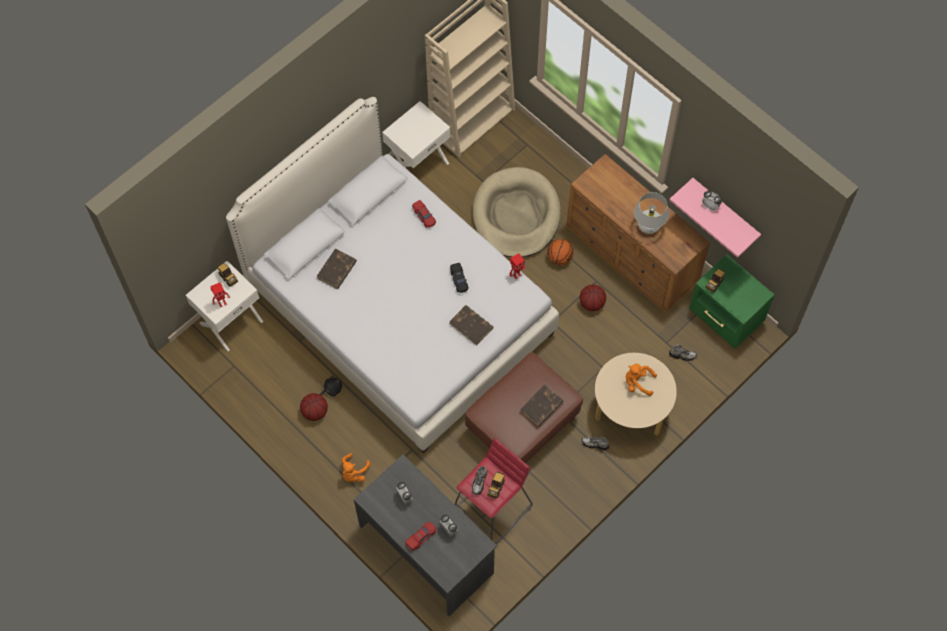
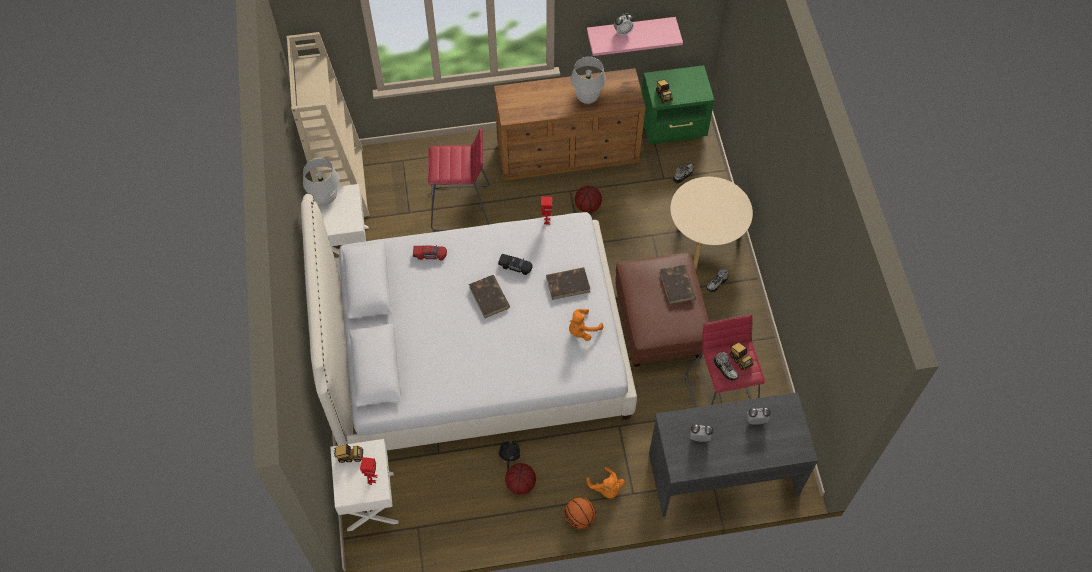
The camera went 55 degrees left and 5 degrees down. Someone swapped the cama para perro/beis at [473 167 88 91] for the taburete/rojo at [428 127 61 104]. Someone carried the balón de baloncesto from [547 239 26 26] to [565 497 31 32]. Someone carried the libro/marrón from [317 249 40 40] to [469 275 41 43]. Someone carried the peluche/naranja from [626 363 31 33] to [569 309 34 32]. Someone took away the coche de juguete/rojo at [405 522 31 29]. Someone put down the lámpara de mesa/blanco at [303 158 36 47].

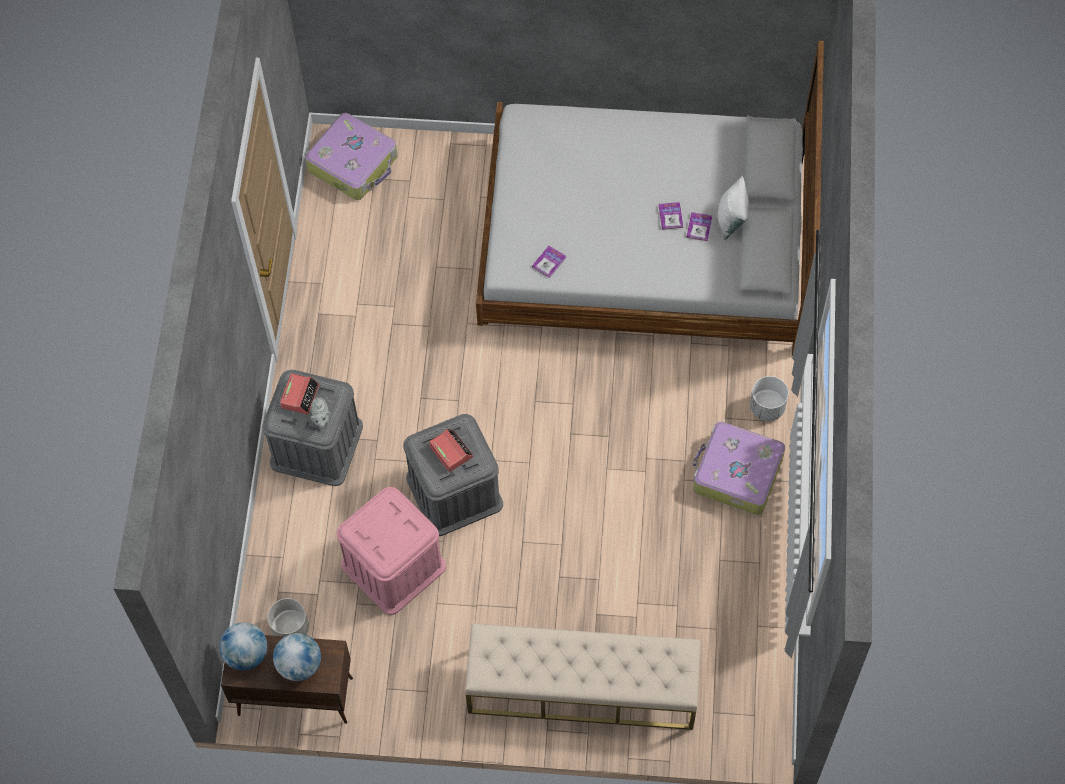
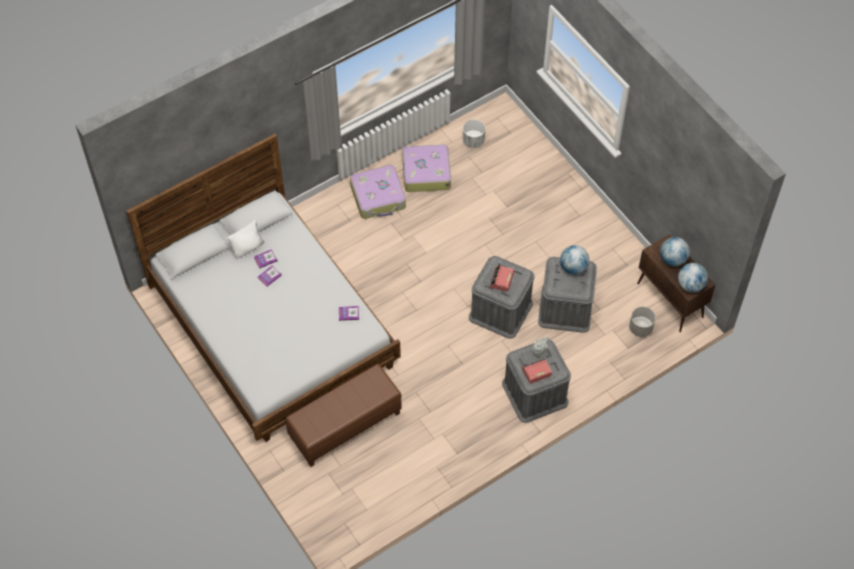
The camera went 130 degrees left and 5 degrees down. Someone carried the maleta from [305 113 92 87] to [402 144 49 48]. Someone carried the maceta/blanco from [750 376 39 45] to [463 119 22 29]. Someone repainted the caja de almacenaje/rosa at [337 487 109 128], which became the caja de almacenaje/gris at [538 257 59 76]. Someone took away the banco/beis at [465 624 235 106]. Someone put down the globo terráqueo at [560 245 29 30]. Someone put down the puf/marrón at [285 364 117 103].

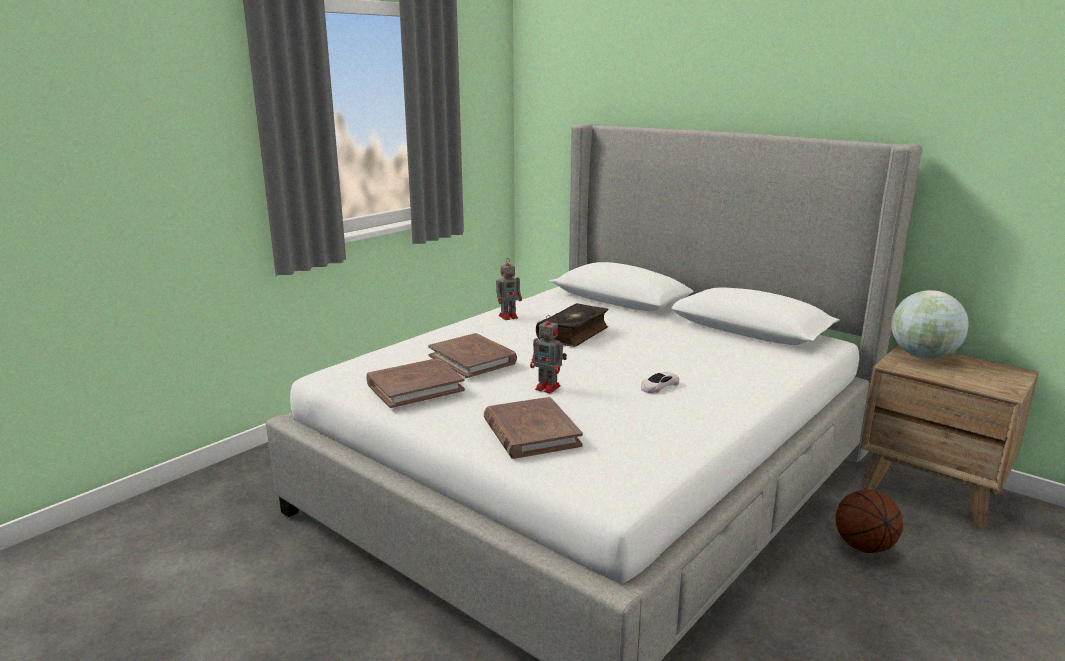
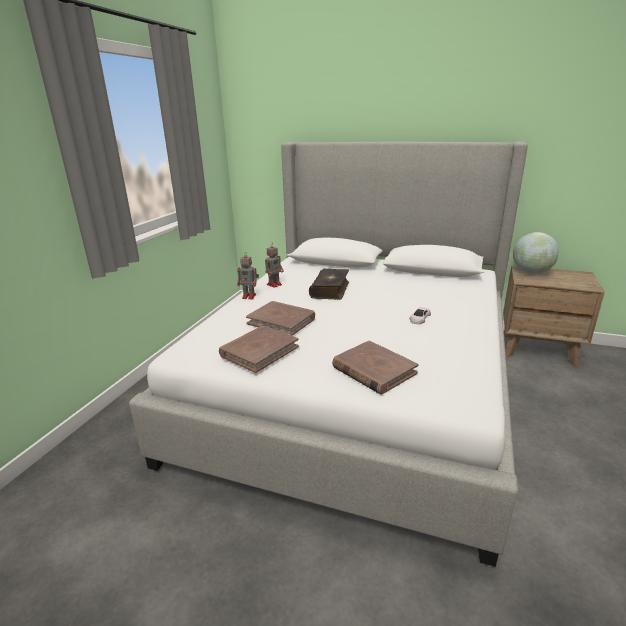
The camera went 20 degrees left and 5 degrees up. Someone carried the robot de juguete from [530 315 37 78] to [237 252 22 47]. Someone took away the balón de baloncesto at [836 489 67 64].

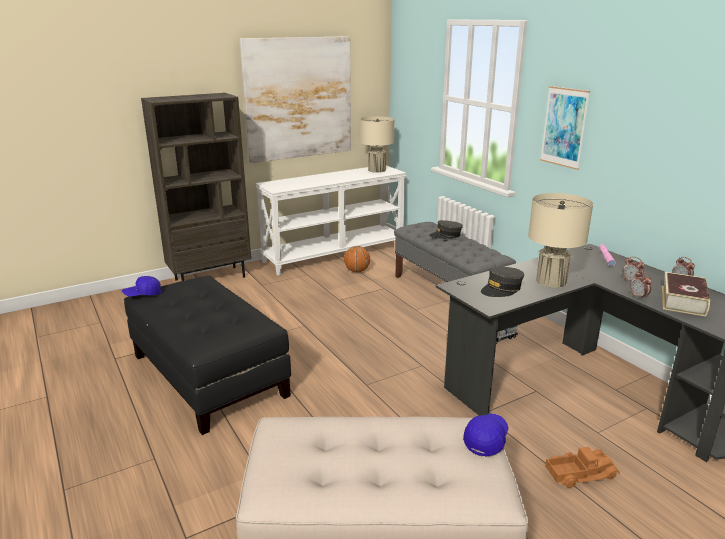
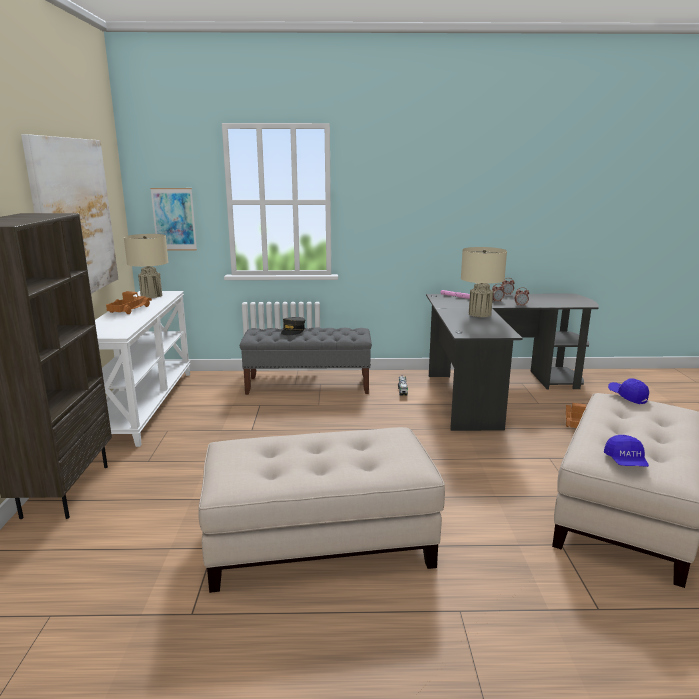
The camera went 60 degrees left and 5 degrees down. Someone carried the cuadro from [540 86 50 84] to [150 188 47 63]. Someone took away the balón de baloncesto at [344 246 26 26]. Someone took away the gorra/gris at [481 267 43 30]. Someone took away the libro at [662 272 48 45]. Someone carried the gorra/azul from [122 276 39 21] to [604 435 45 32]. Someone repainted the puf/negro at [124 276 167 159], which became the puf/beis at [198 427 247 166]. Someone put down the camión de juguete at [106 291 46 23].

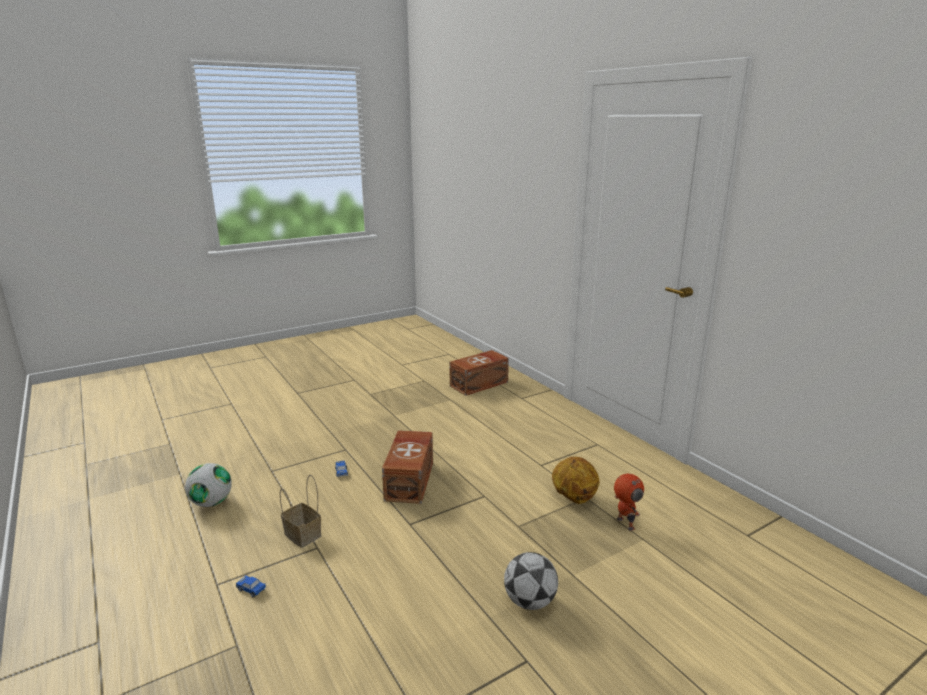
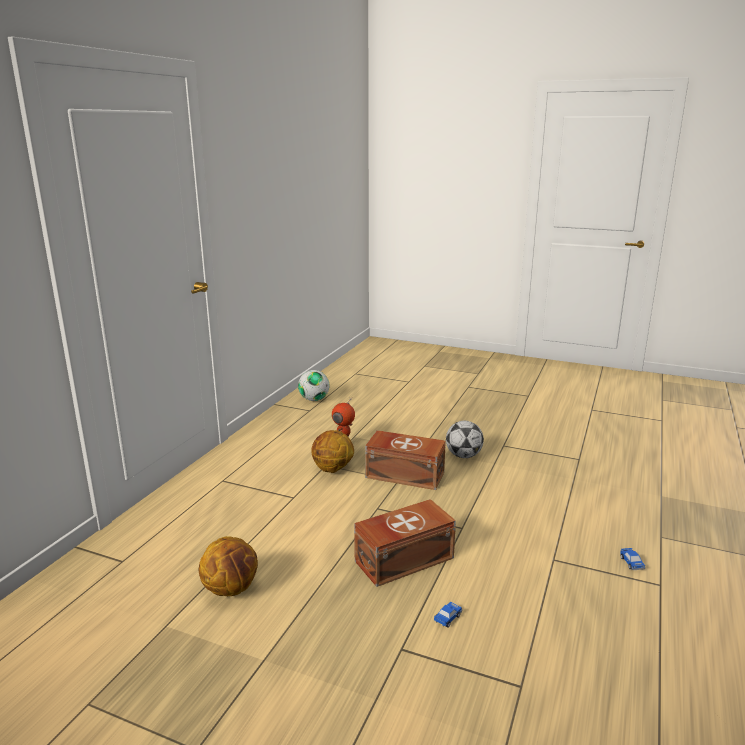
The camera went 125 degrees left and 0 degrees up. Someone carried the caja de almacenaje/marrón from [449 350 60 46] to [365 430 81 60]. Someone carried the balón de fútbol from [185 463 47 44] to [298 370 31 31]. Someone took away the cesta at [280 475 41 73]. Someone put down the balón de baloncesto at [199 536 59 60].

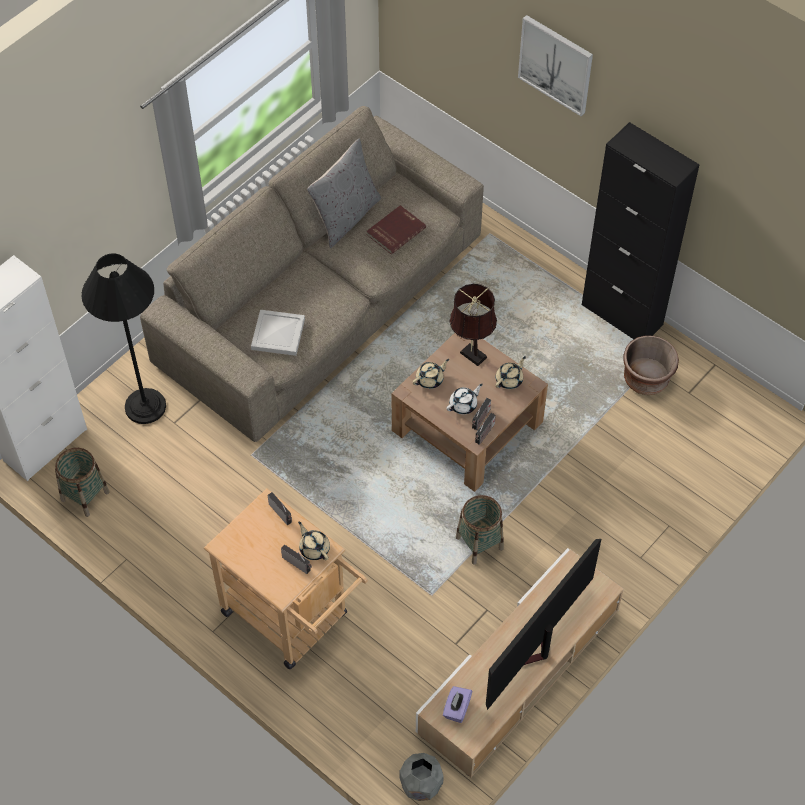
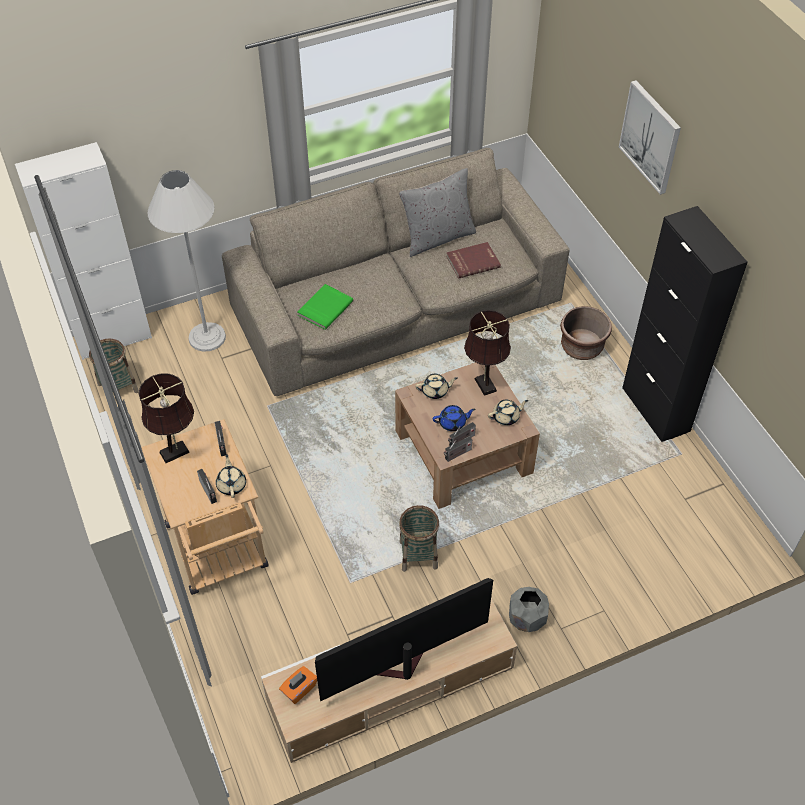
The camera went 25 degrees right and 5 degrees down. Someone repainted the lámpara de pie/negro at [82 253 84 171], which became the lámpara de pie/blanco at [148 170 78 182]. Someone swapped the bandeja/blanco at [251 310 54 46] for the libro/verde at [298 284 55 46]. Someone carried the maceta/marrón from [623 336 56 59] to [560 306 52 54]. Someone repainted the tetera/blanco at [446 384 37 30], which became the tetera/azul at [433 405 43 26]. Someone repainted the caja de pañuelos/morado at [443 686 29 37], which became the caja de pañuelos/naranja at [279 666 38 38]. Someone carried the maceta/gris from [399 753 45 48] to [509 587 40 45]. Someone put down the lámpara de mesa/marrón at [138 373 56 90].

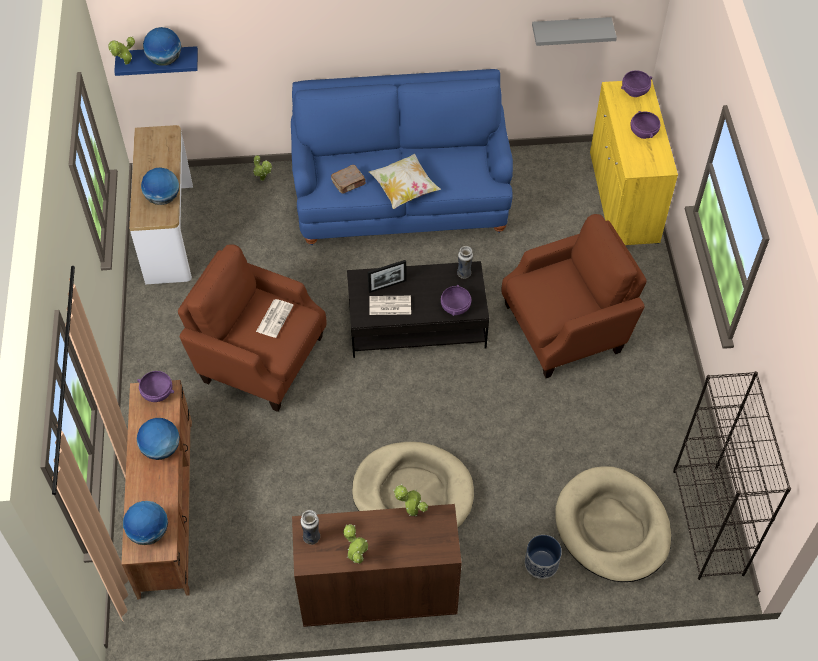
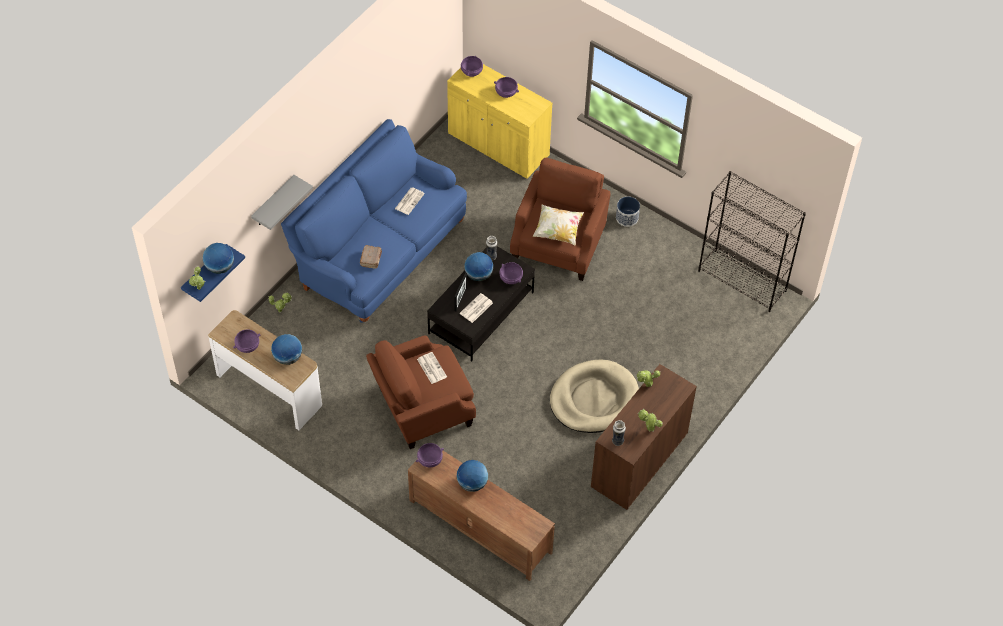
The camera went 50 degrees left and 0 degrees up. Someone carried the estante/gris from [532 17 85 29] to [251 175 62 55]. Someone carried the cojín from [368 154 73 55] to [532 205 52 40]. Someone took away the cama para perro/beis at [555 466 116 116]. Someone carried the globo terráqueo from [123 501 45 44] to [464 252 29 29]. Someone carried the maceta from [525 535 37 44] to [616 197 24 30]. Someone put down the periódico at [395 188 30 27]. Someone put down the cuenco/morado at [233 329 28 24].

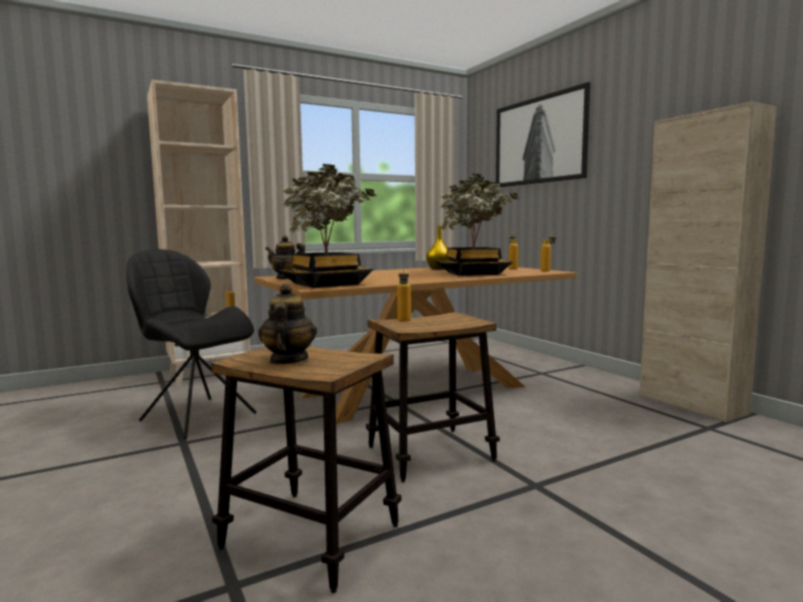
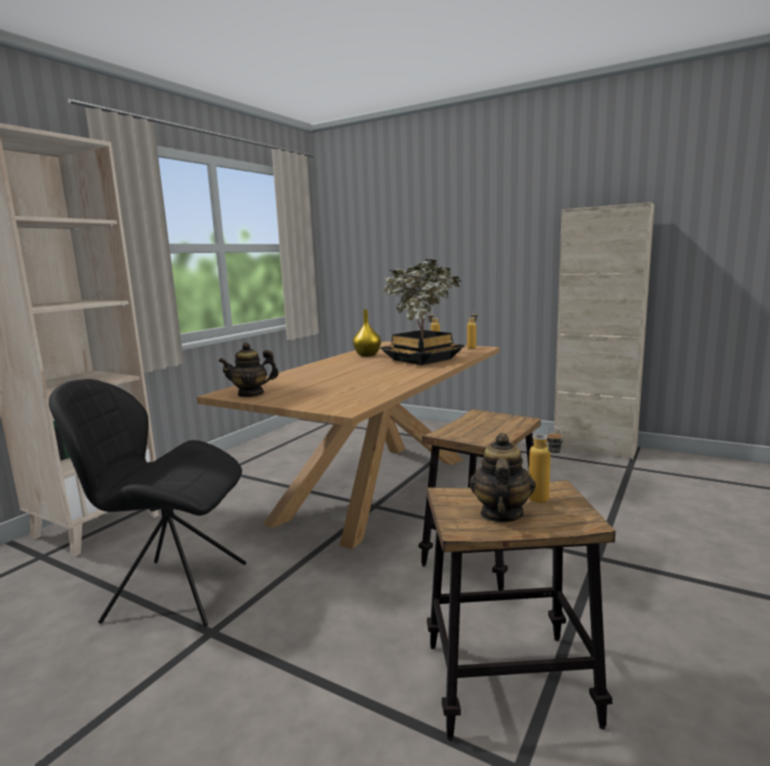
The camera went 30 degrees left and 5 degrees up. Someone took away the cuadro at [496 82 95 105]. Someone took away the planta en maceta at [278 164 98 124]. Someone carried the botella from [397 267 14 54] to [529 426 34 77]. Someone rotated the tetera at [258 284 59 80] by 45 degrees clockwise.

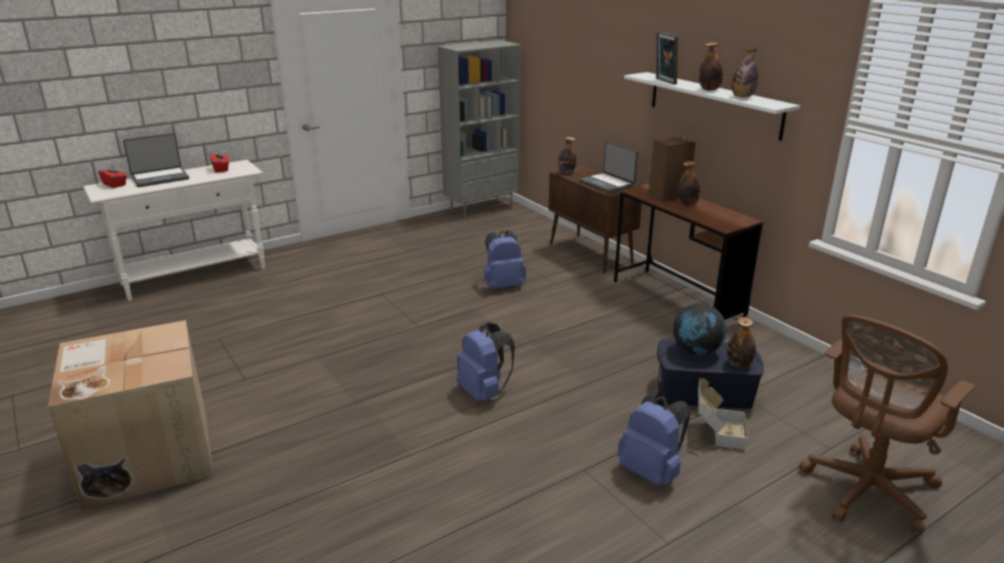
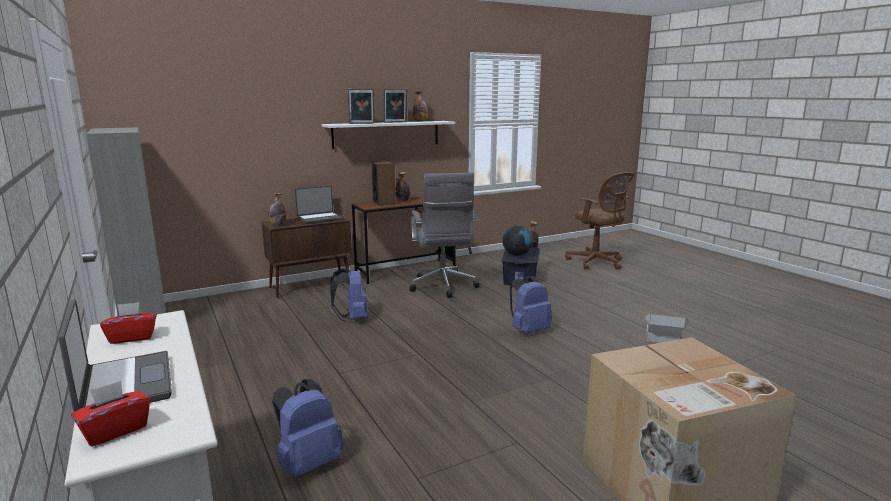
The camera went 85 degrees left and 10 degrees down. Someone swapped the botella at [699 42 24 49] for the portarretratos at [383 89 24 34]. Someone carried the caja de cartón from [698 378 50 72] to [645 314 44 29]. Someone carried the mochila/azul from [617 391 73 95] to [272 379 72 98]. Someone put down the silla de oficina/gris at [409 172 71 126].

